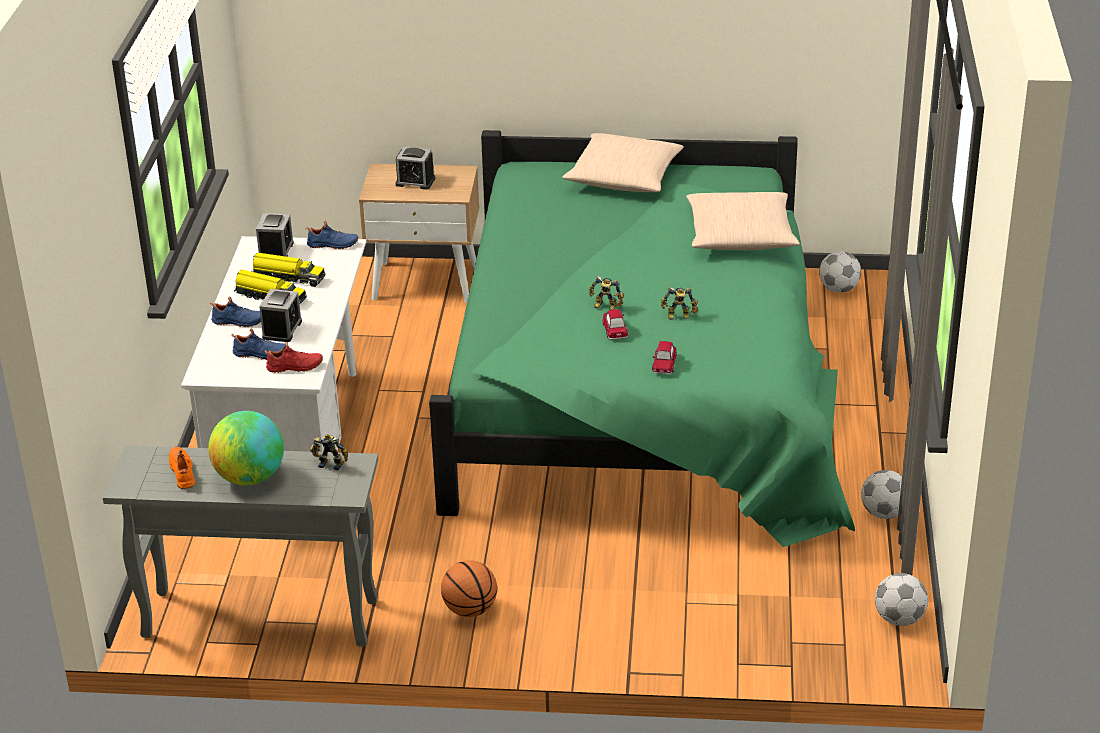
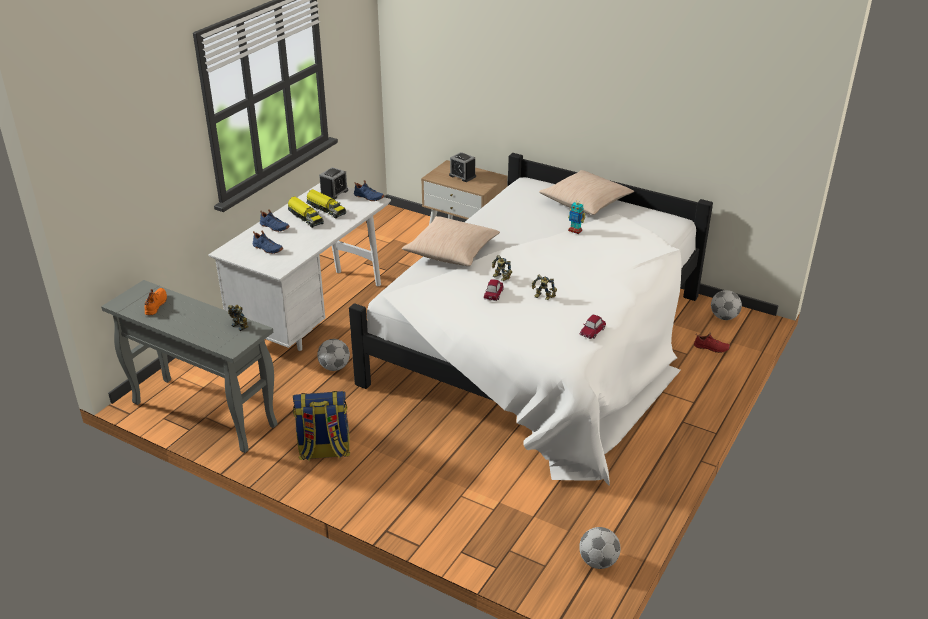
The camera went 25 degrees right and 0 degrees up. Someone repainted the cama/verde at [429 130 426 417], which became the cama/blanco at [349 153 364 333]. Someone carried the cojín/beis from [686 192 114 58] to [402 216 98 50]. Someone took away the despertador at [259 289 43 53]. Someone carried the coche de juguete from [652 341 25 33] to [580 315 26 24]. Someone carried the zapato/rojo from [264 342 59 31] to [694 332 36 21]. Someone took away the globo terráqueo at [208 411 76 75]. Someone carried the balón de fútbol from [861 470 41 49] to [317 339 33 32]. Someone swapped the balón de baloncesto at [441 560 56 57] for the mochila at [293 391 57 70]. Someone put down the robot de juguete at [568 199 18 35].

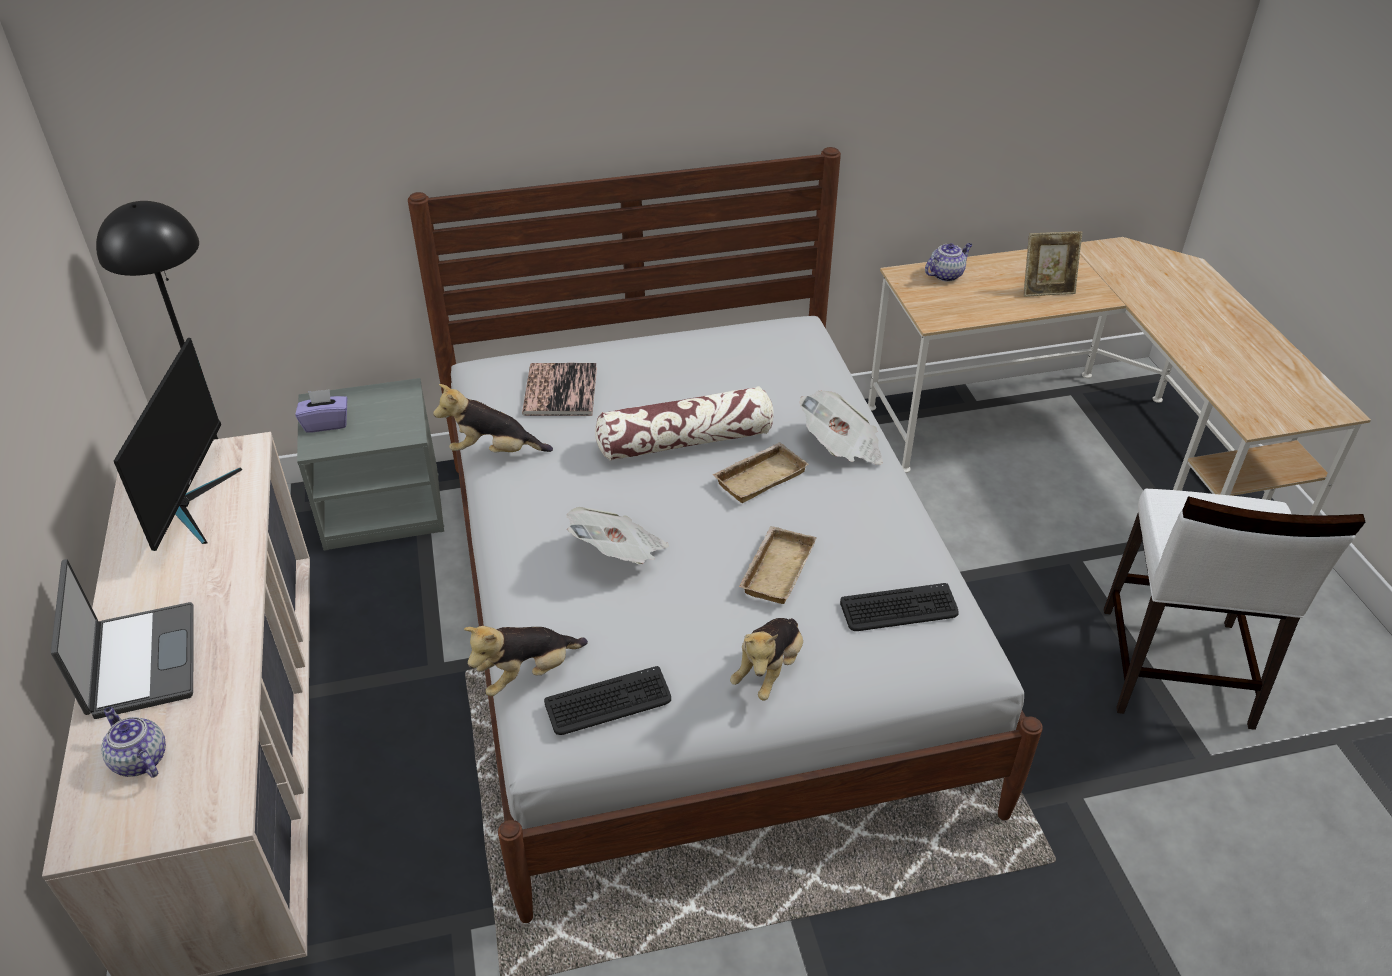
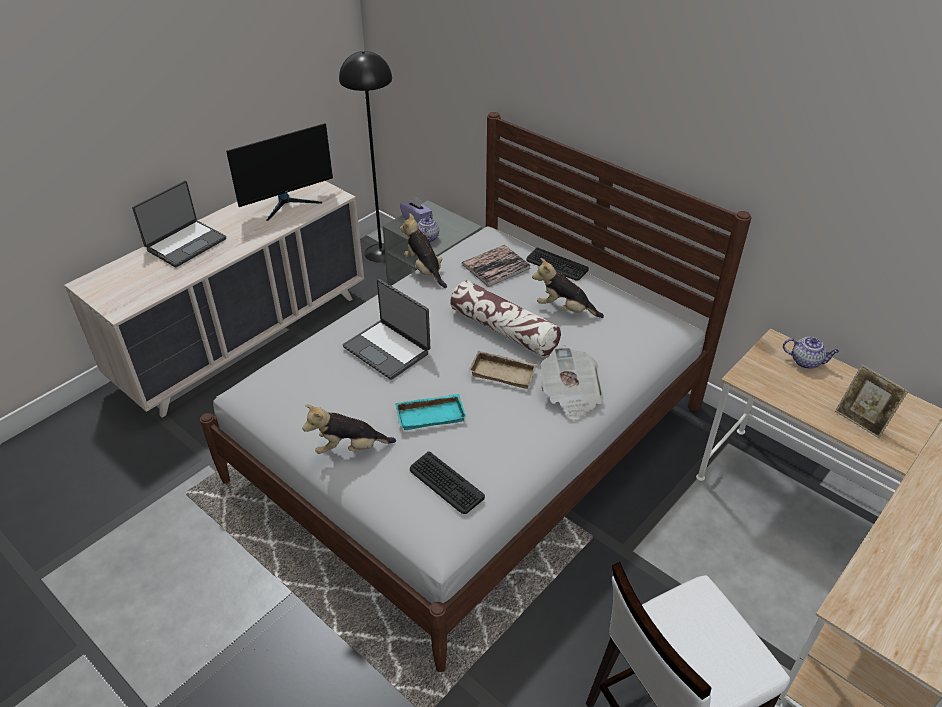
The camera went 55 degrees right and 0 degrees up. Someone swapped the periódico at [566 507 103 57] for the portátil at [343 279 87 101]. Someone repainted the bandeja/beis at [739 526 78 78], which became the bandeja/turquesa at [395 394 71 36]. Someone carried the peluche from [464 626 124 70] to [532 258 72 60]. Someone carried the teclado from [544 666 127 69] to [526 248 63 33]. Someone carried the tetera from [101 707 65 71] to [417 213 22 29].

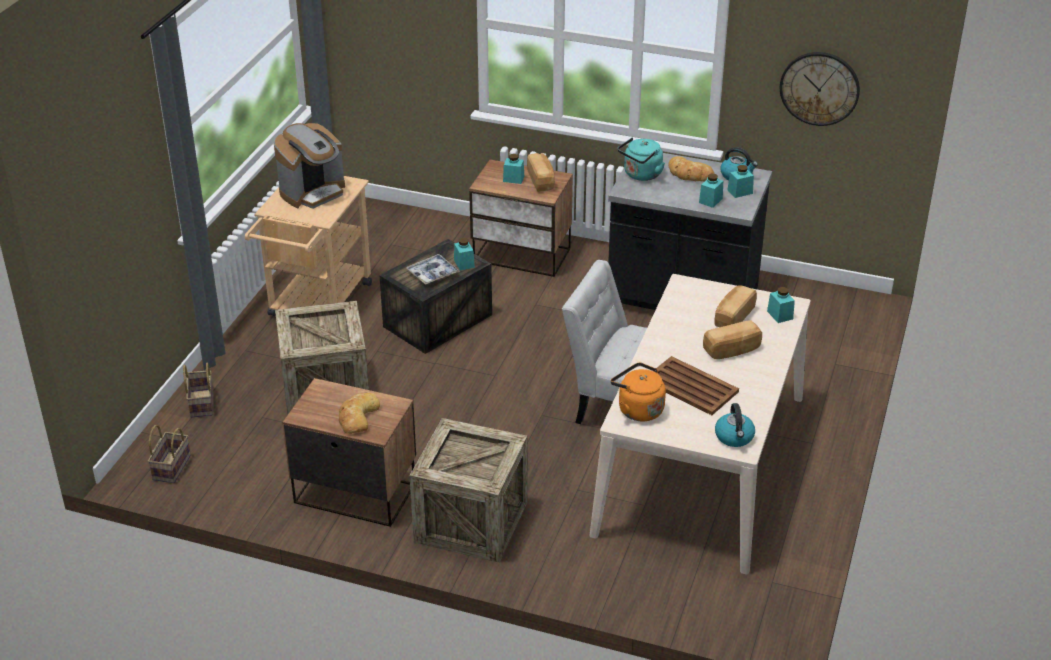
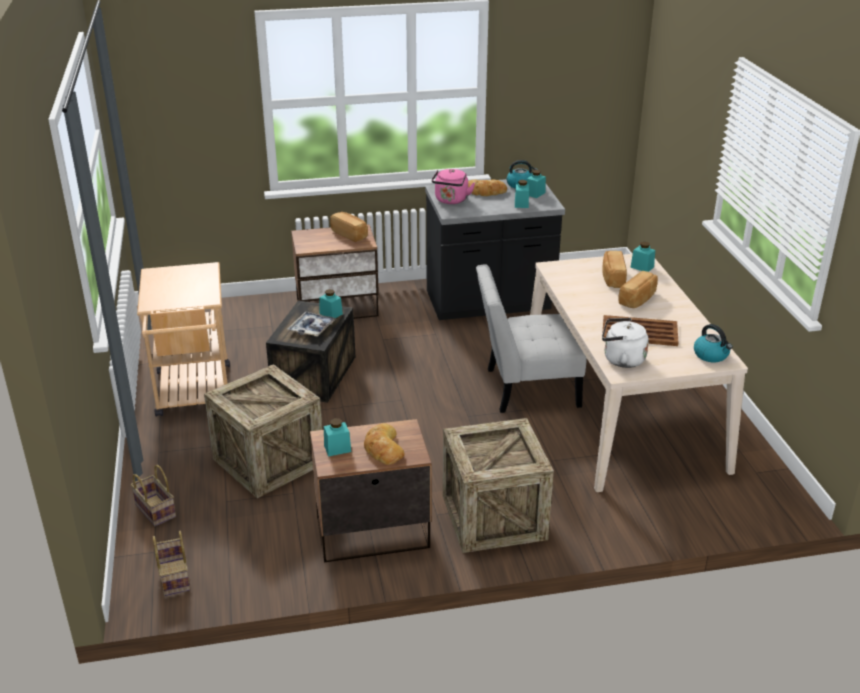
The camera went 30 degrees left and 5 degrees down. Someone took away the reloj de pared at [780 52 80 74]. Someone took away the cafetera at [274 123 71 86]. Someone repainted the hervidor/turquesa at [618 137 47 44], which became the hervidor/rosa at [432 169 43 35]. Someone carried the tarro/turquesa from [503 154 21 30] to [324 418 27 38]. Someone repainted the hervidor/naranja at [611 362 55 60], which became the hervidor/blanco at [602 318 47 50].

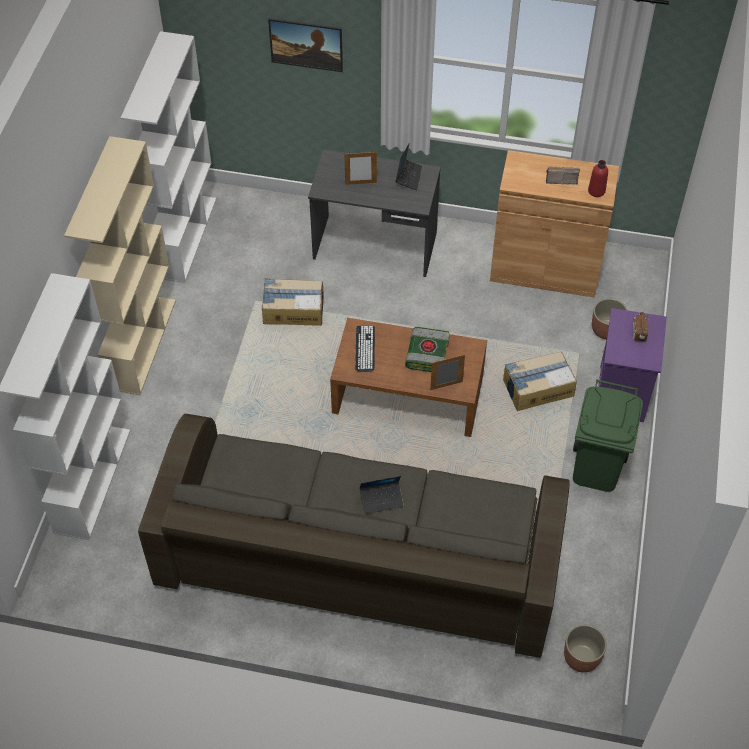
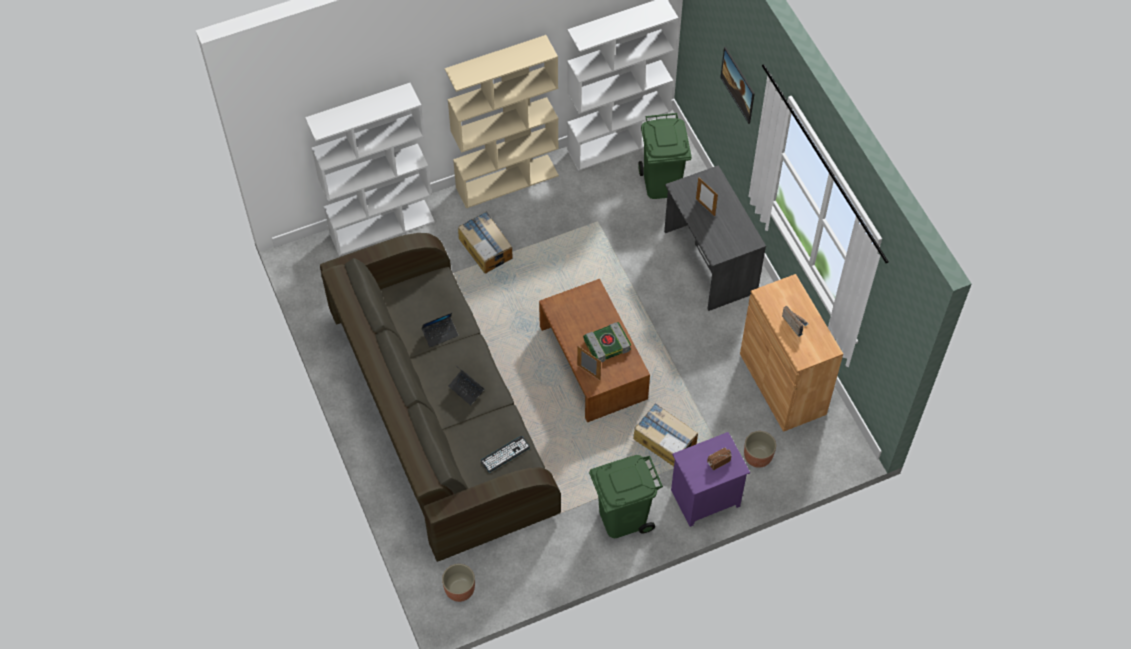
The camera went 55 degrees right and 5 degrees up. Someone carried the portátil from [395 143 27 47] to [422 313 37 34]. Someone took away the botella/rojo at [588 160 20 37]. Someone carried the caja de cartón from [262 278 62 48] to [458 212 55 62]. Someone carried the teclado from [355 326 20 46] to [480 436 50 36]. Someone put down the papelera/verde at [638 113 54 86].

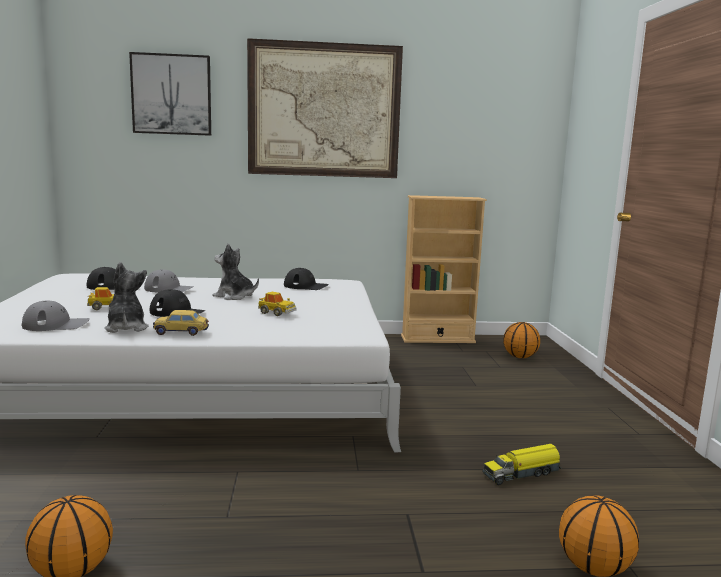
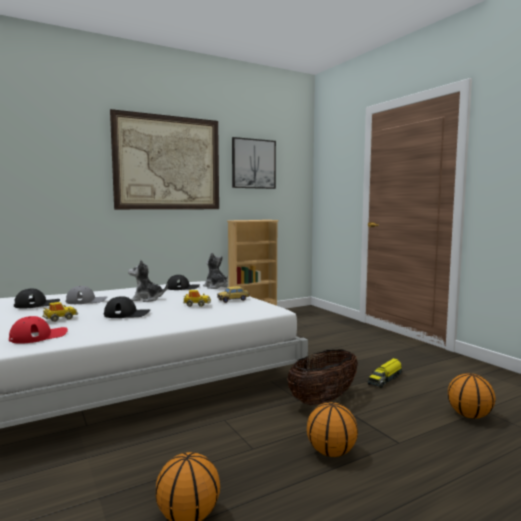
The camera went 25 degrees left and 5 degrees down. Someone carried the cuadro from [129 52 82 84] to [232 137 44 52]. Someone carried the peluche from [104 262 45 71] to [203 252 25 37]. Someone repainted the gorra/gris at [21 301 69 30], which became the gorra/rojo at [9 316 59 28]. Someone carried the coche de juguete from [153 310 56 26] to [217 286 33 17]. Someone carried the balón de baloncesto from [503 322 37 36] to [307 402 51 55]. Someone put down the cesta at [287 349 71 56].

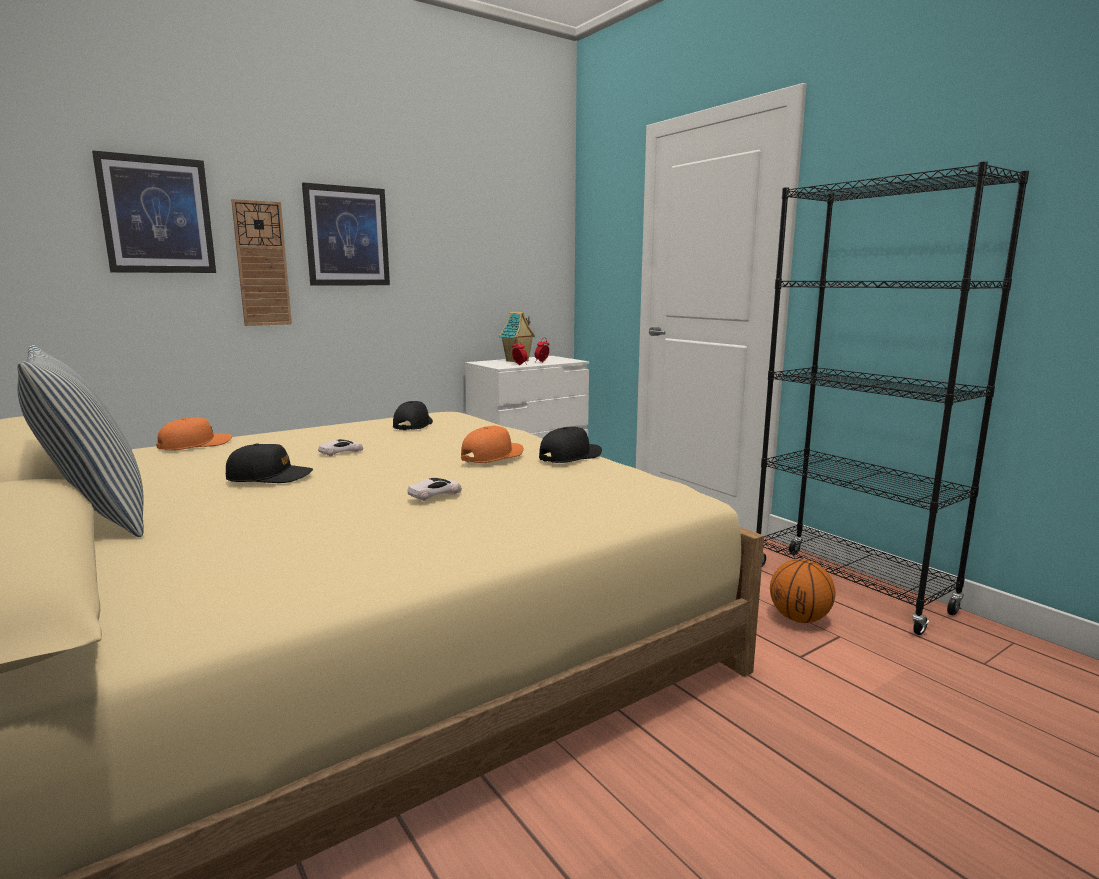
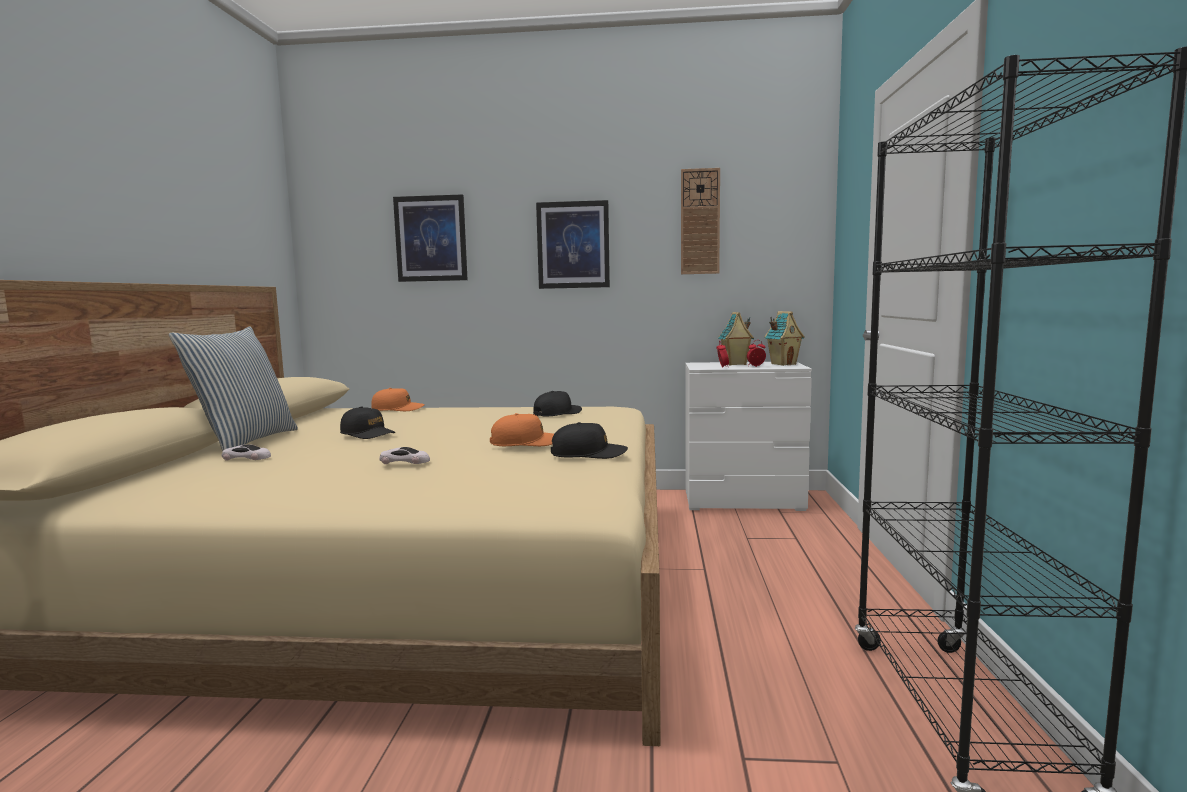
The camera went 40 degrees right and 5 degrees down. Someone carried the reloj de pared from [231 199 61 127] to [681 168 39 106]. Someone carried the coche de juguete/blanco from [318 439 45 17] to [222 444 49 16]. Someone took away the balón de baloncesto at [770 559 66 64]. Someone put down the casita at [764 311 41 55].

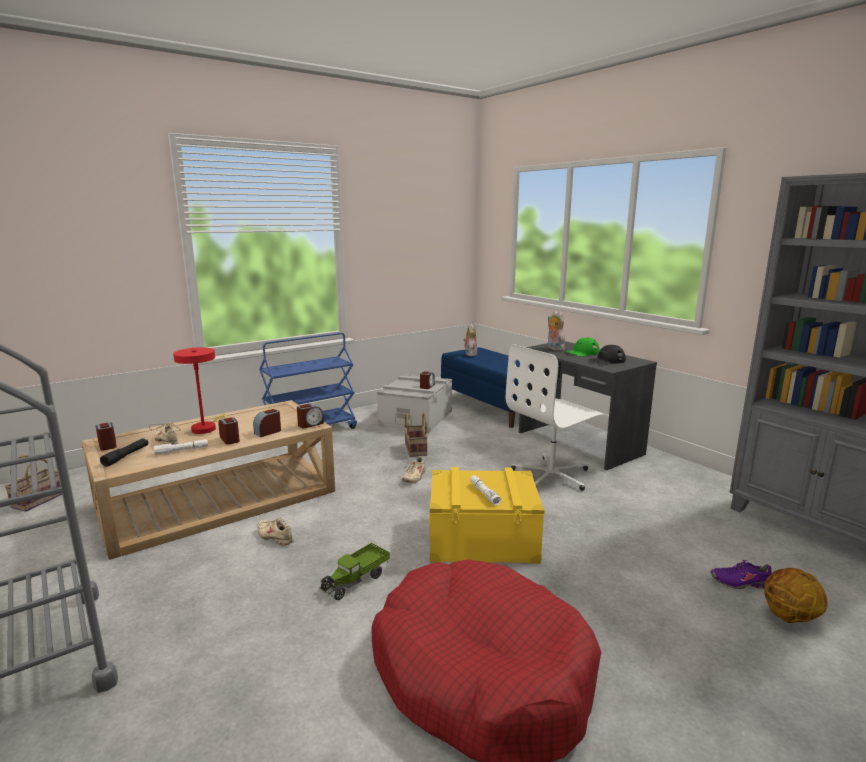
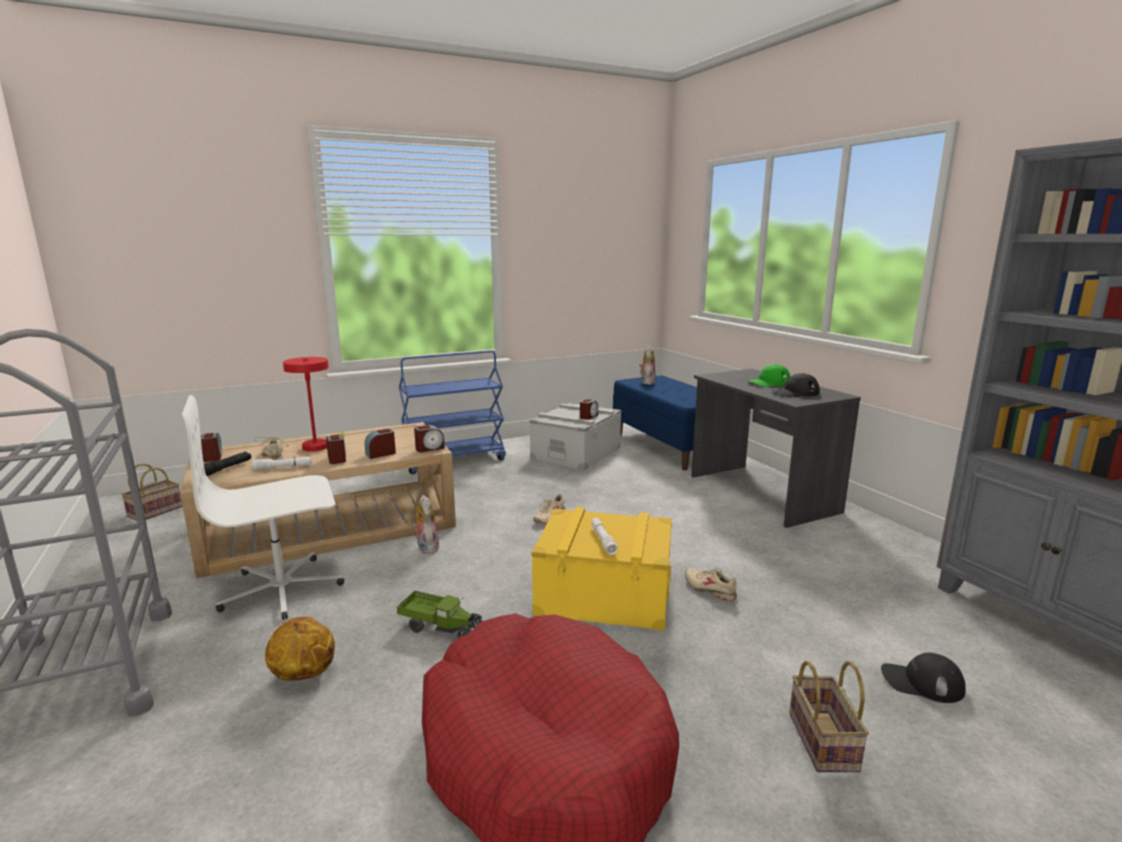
The camera went 10 degrees right and 0 degrees up. Someone carried the peluche from [548 311 17 39] to [412 495 27 59]. Someone carried the silla de oficina/blanco from [506 344 98 147] to [182 395 162 225]. Someone carried the cesta from [404 413 24 44] to [789 661 80 111]. Someone carried the zapato/beis from [257 518 37 28] to [685 568 52 33]. Someone rotated the camión de juguete at [320 543 70 57] by 120 degrees counterclockwise. Someone swapped the zapato/morado at [711 560 61 29] for the gorra/negro at [881 653 85 50]. Someone carried the balón de baloncesto from [764 568 64 55] to [265 617 70 64].

